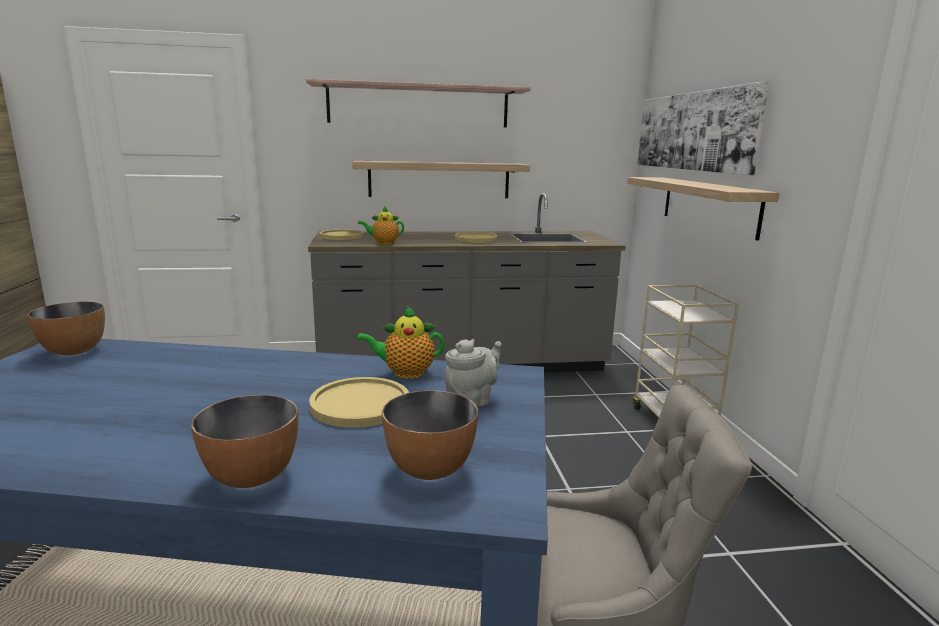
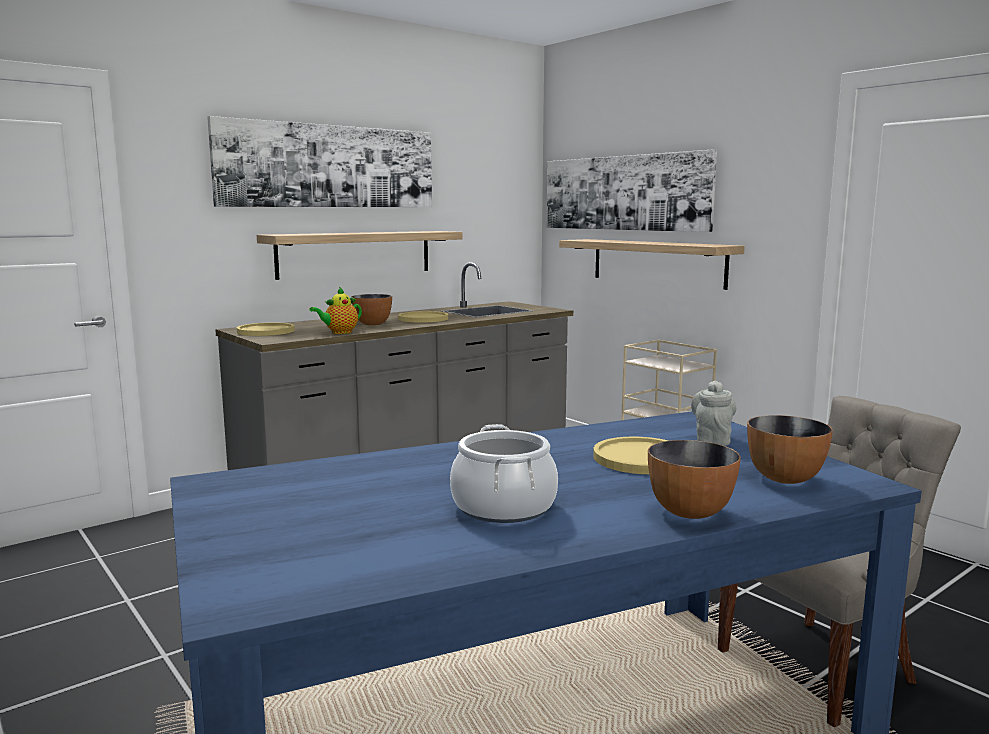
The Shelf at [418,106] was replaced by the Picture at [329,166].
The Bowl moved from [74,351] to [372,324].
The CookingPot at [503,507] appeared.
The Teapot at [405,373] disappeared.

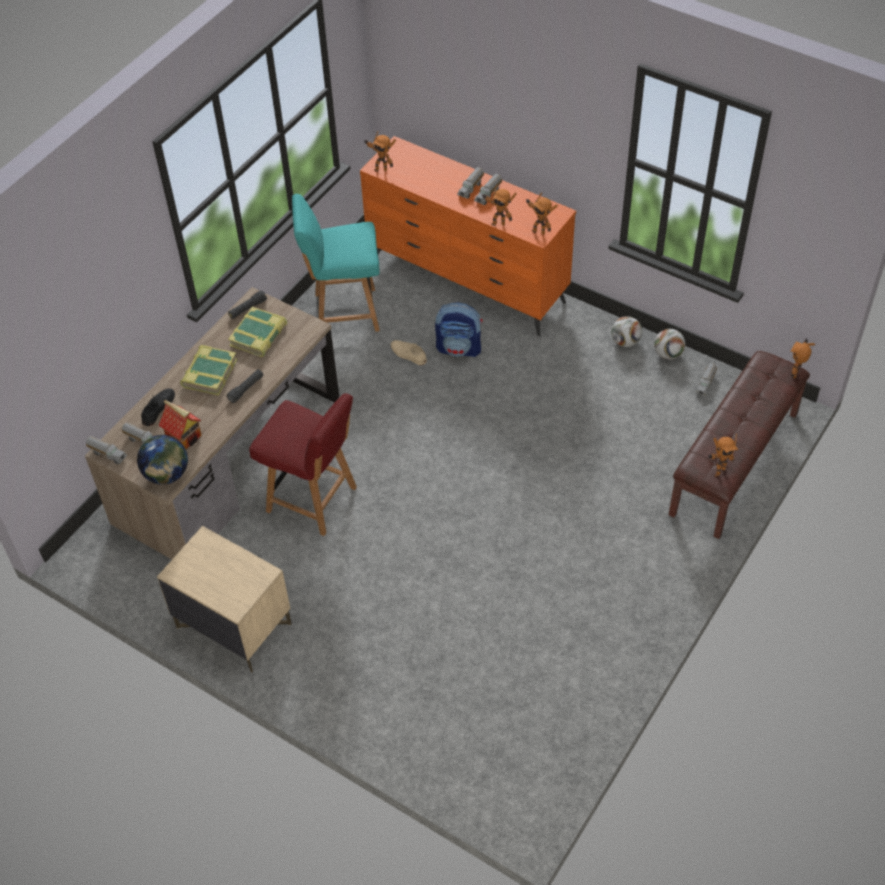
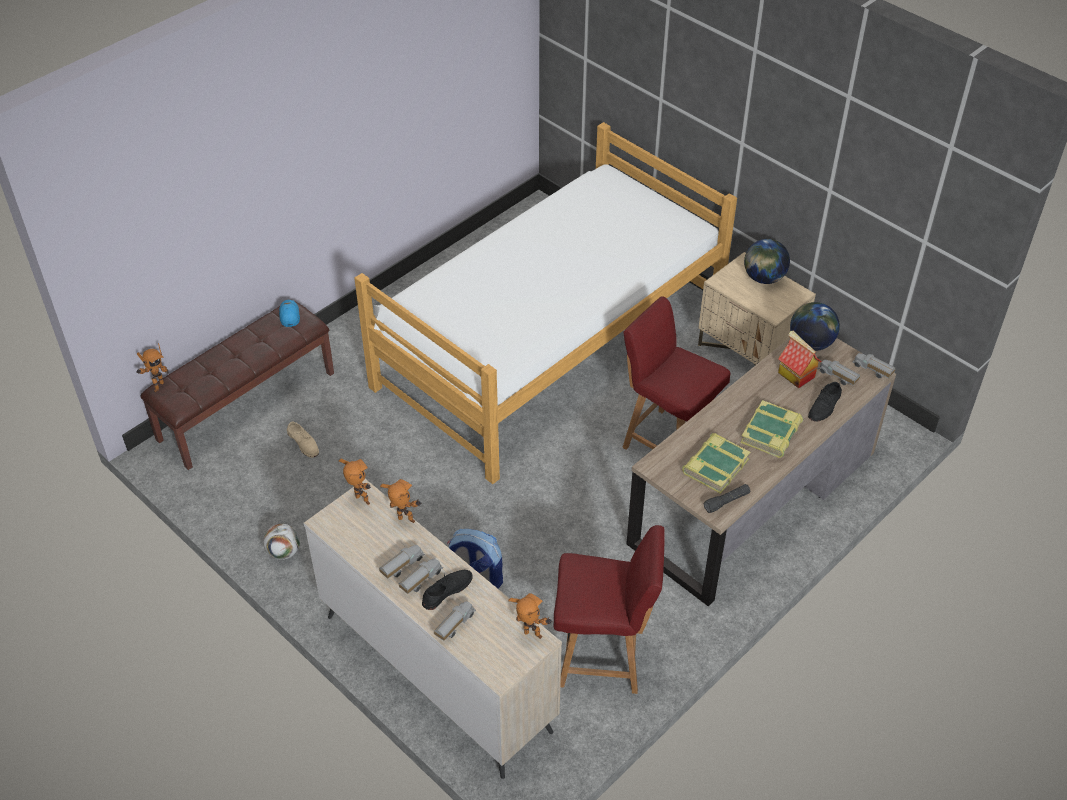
The ToyRobot at [718,471] was replaced by the BlueCap at [289,315].
The BeigeShoe moved from [408,354] to [303,443].
The OrangeDresser at [468,282] became the BeigeDresser at [437,671].
The Bed at [551,347] appeared.
The BlackShoe at [446,590] appeared.
The ToyTruck moved from [706,385] to [454,625].
The TurquoiseChair at [344,312] became the RedChair at [603,657].
The Globe at [763,278] appeared.
The BlackFlashlight at [246,389] disappeared.
The Football at [668,354] disappeared.

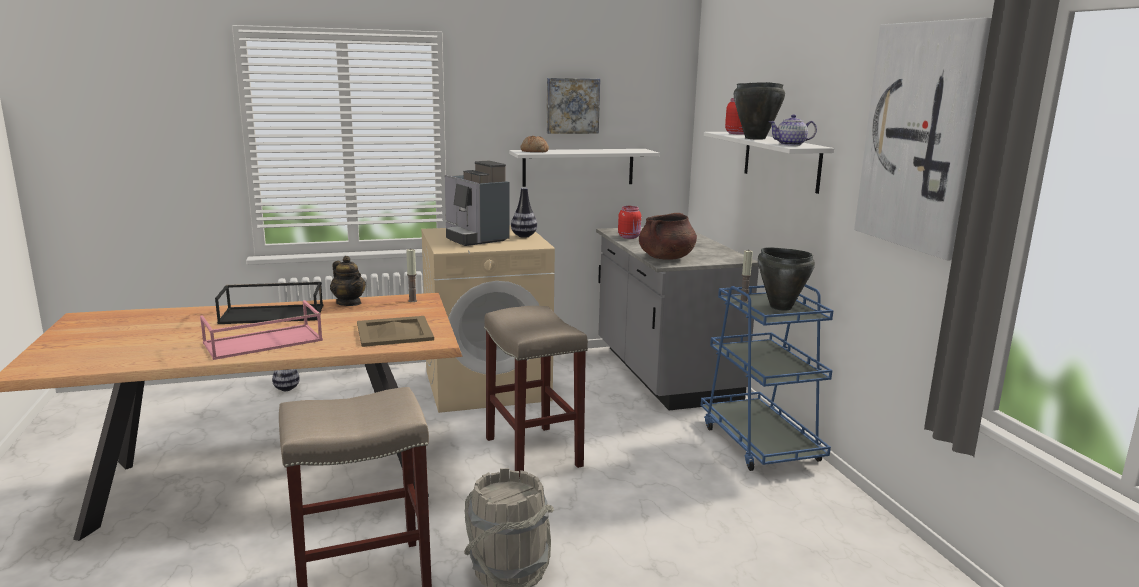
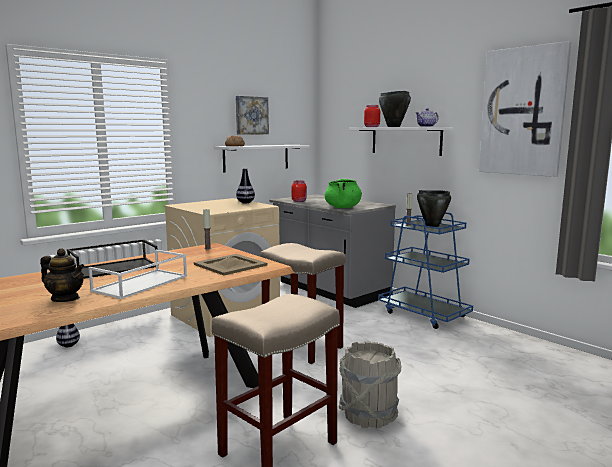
The Teapot moved from [349,303] to [65,299].
The PinkTray at [262,342] became the WhiteTray at [141,284].
The BrownCookingPot at [666,258] became the GreenCookingPot at [343,207].
The CoffeeMachine at [474,238] disappeared.

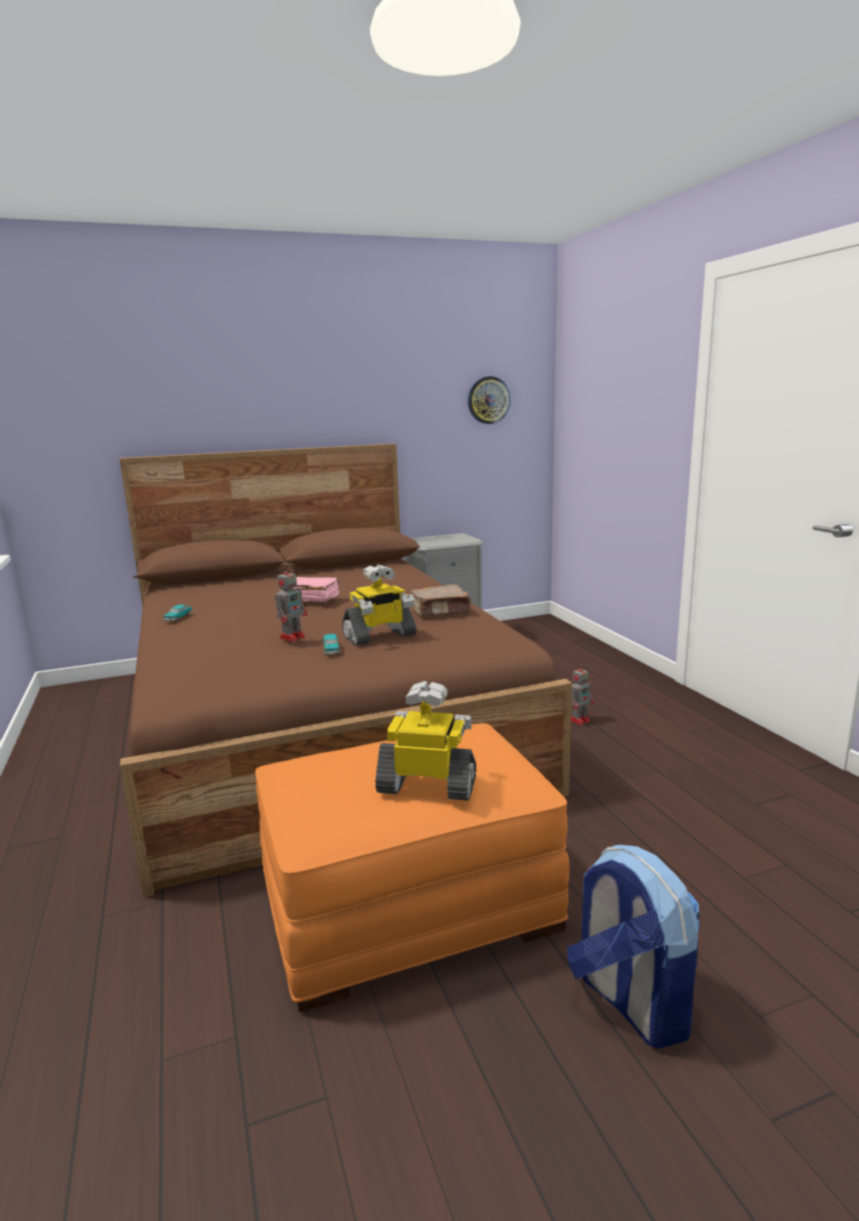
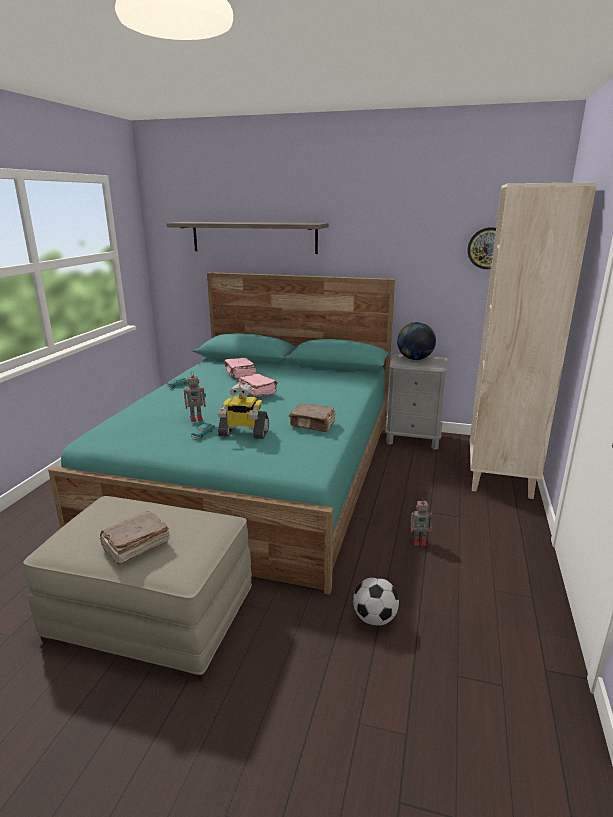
The OrangeOttoman at [409,904] became the BeigeOttoman at [153,614].
The BrownBed at [319,721] became the TurquoiseBed at [258,474].
The ToyRobot at [428,785] was replaced by the BrownBook at [135,546].
The Shelf at [254,237] appeared.
The PinkBook at [239,374] appeared.
The Football at [375,618] appeared.
The Globe at [414,359] appeared.
The BeigeBookcase at [500,478] appeared.
The Backpack at [629,1001] disappeared.

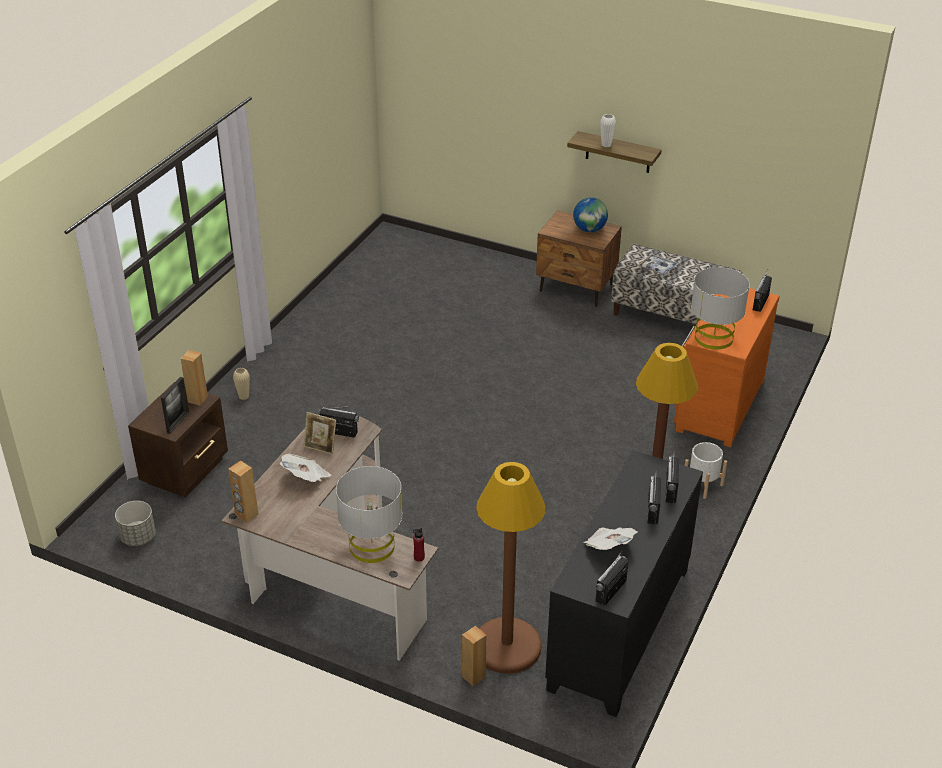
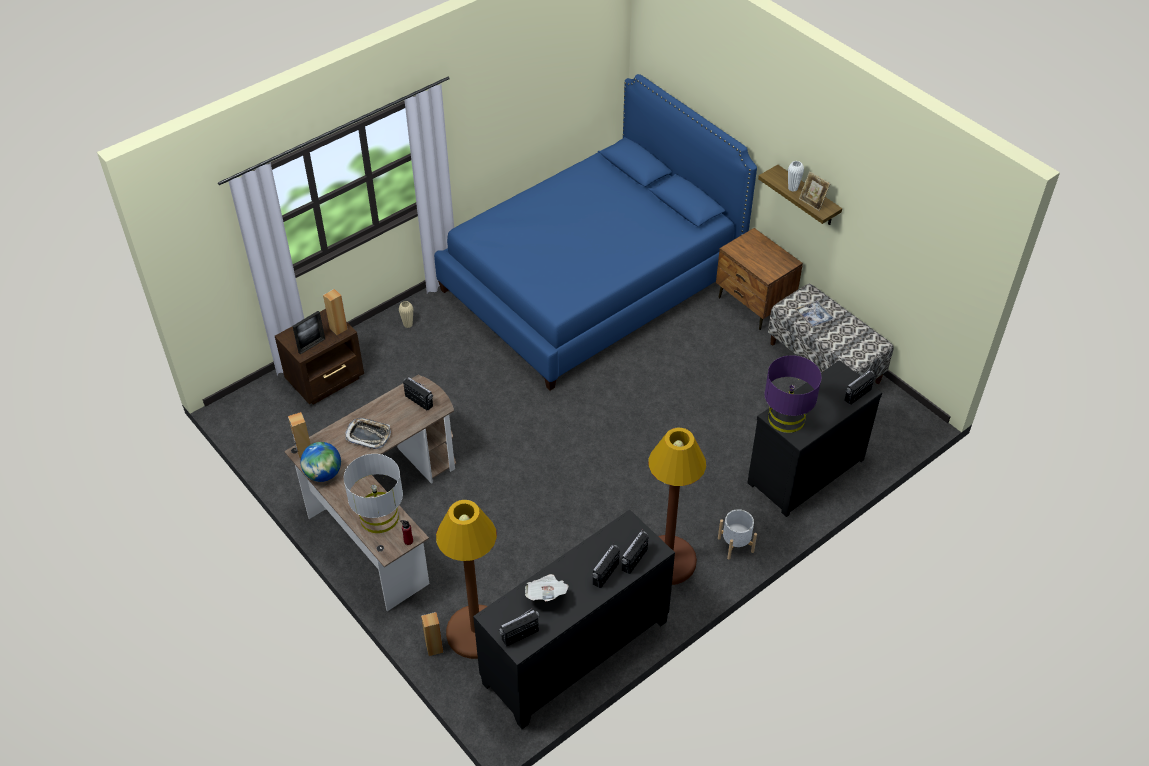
The Globe moved from [589,229] to [323,474].
The Newspaper at [306,477] was replaced by the Tray at [368,435].
The BlueBed at [592,282] appeared.
The OrangeDresser at [717,405] became the BlackDresser at [803,469].
The GreyTableLamp at [714,338] became the PurpleTableLamp at [786,418].
The PictureFrame moved from [321,447] to [812,203].
The GreyPlanter at [138,537] disappeared.

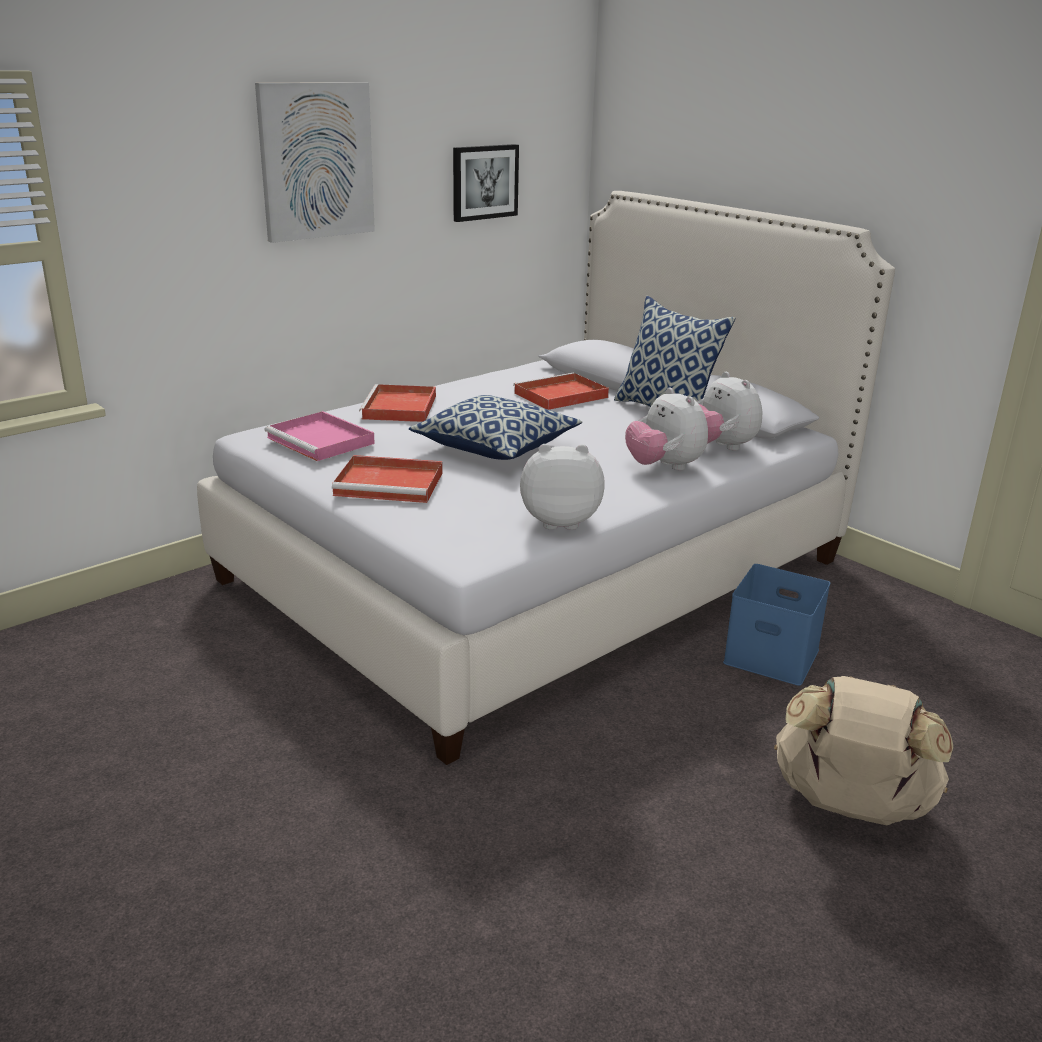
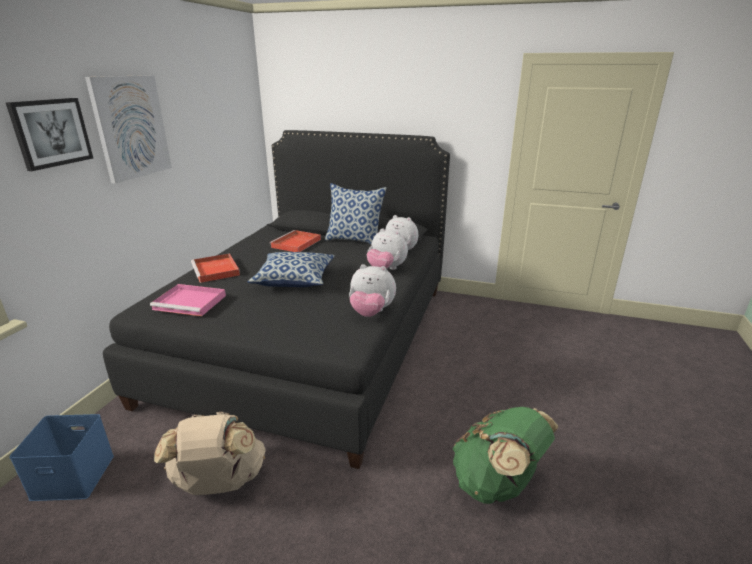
The Picture moved from [484,182] to [51,132].
The BlueStorageBox moved from [773,655] to [75,475].
The WhiteBed at [536,569] became the BlackBed at [312,339].
The BeigeBackpack moved from [849,807] to [219,483].
The PlushToy at [559,521] turned 135 degrees counterclockwise.
The GreenBackpack at [496,484] appeared.
The RedTray at [391,484] disappeared.

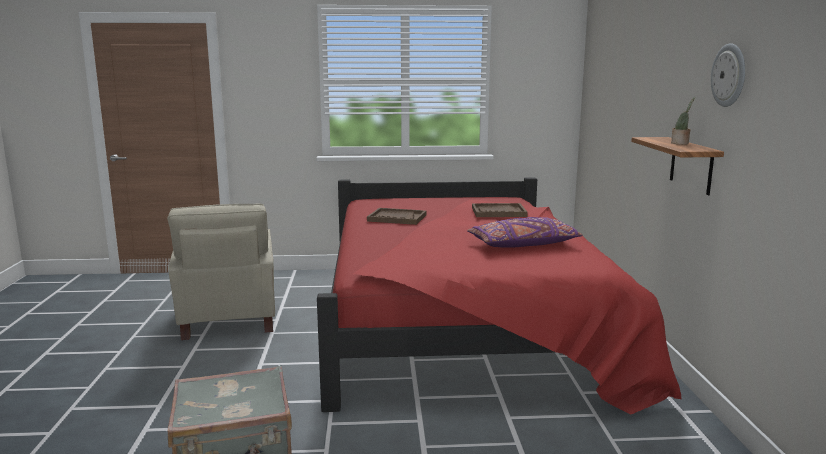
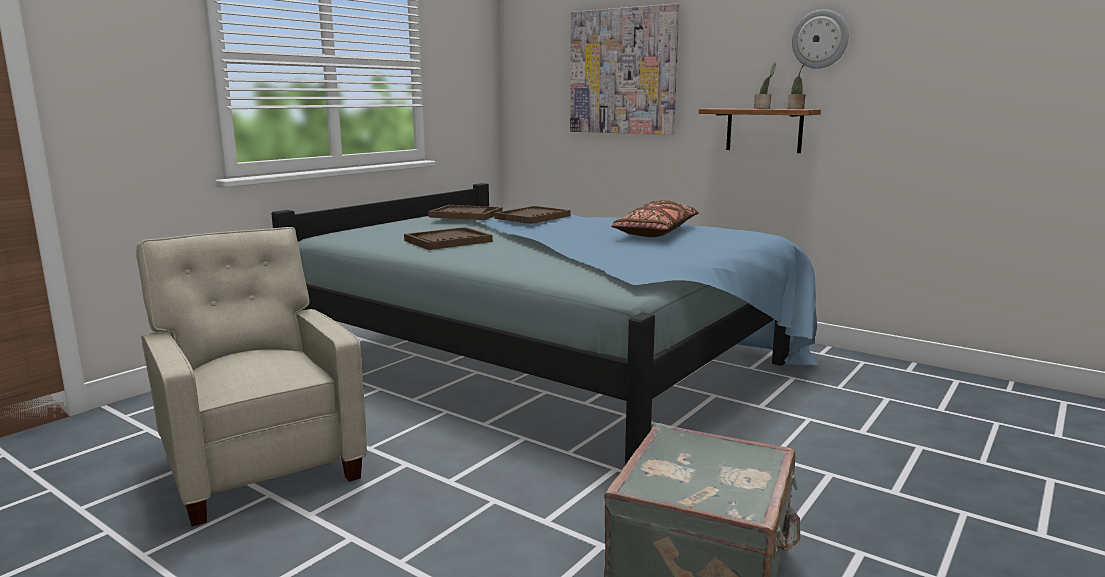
The BeigeArmchair at [228,320] turned 150 degrees counterclockwise.
The RedBed at [465,327] became the BlueBed at [555,359].
The BrownTray at [466,215] appeared.
The Picture at [623,71] appeared.
The PurplePillow at [523,244] became the BrownPillow at [656,233].
The PottedPlant at [796,109] appeared.

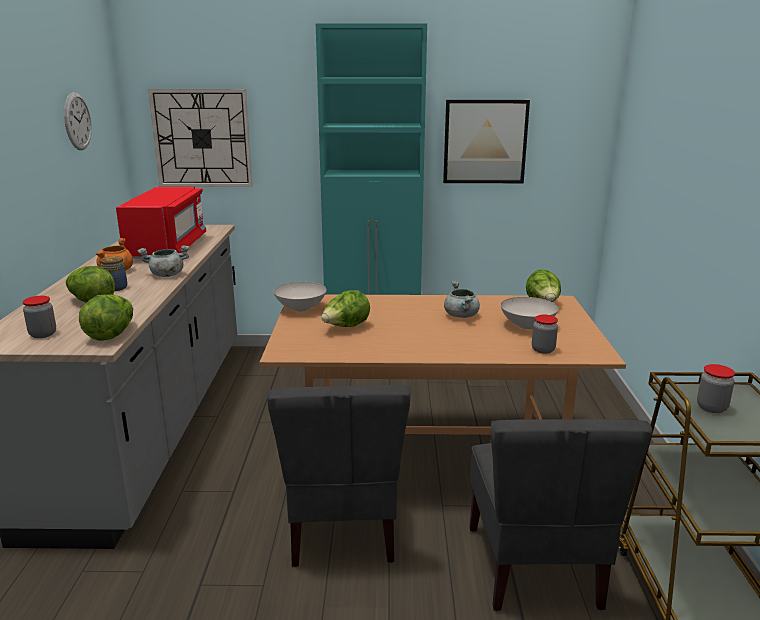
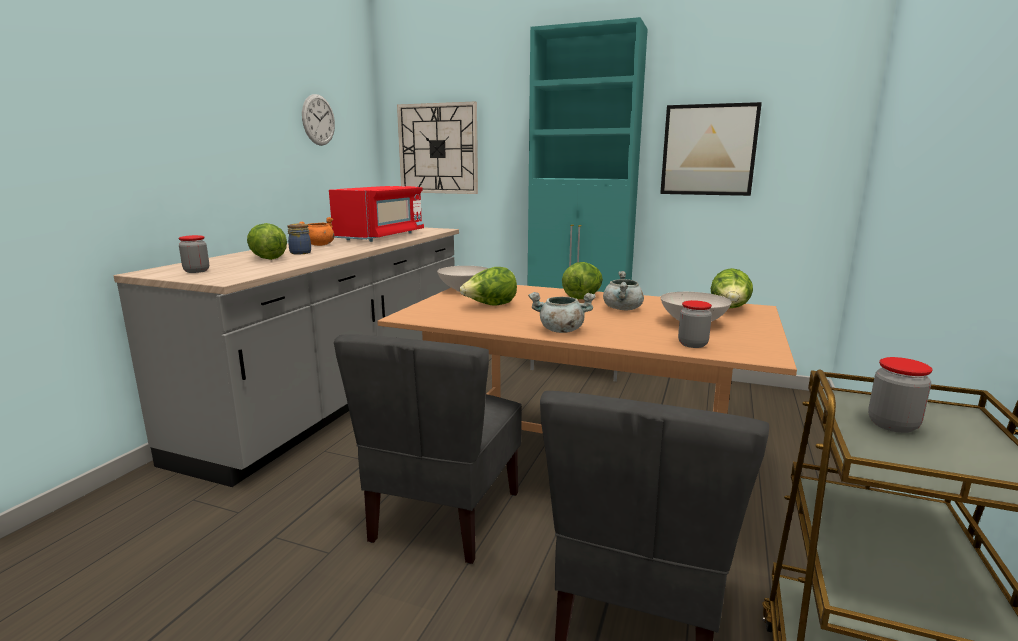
The GreyCookingPot moved from [166,275] to [560,330].
The Lettuce moved from [111,334] to [582,297].

